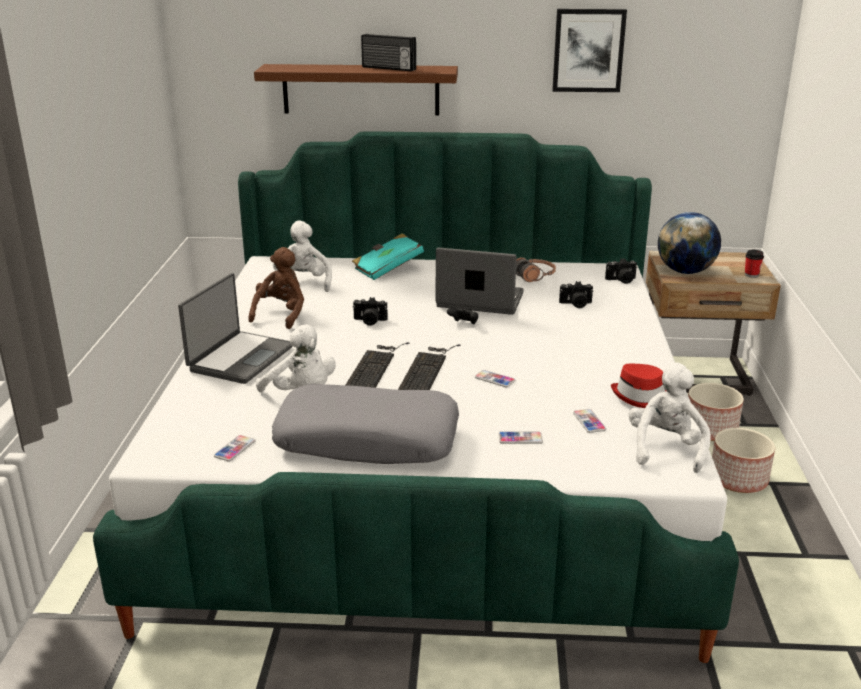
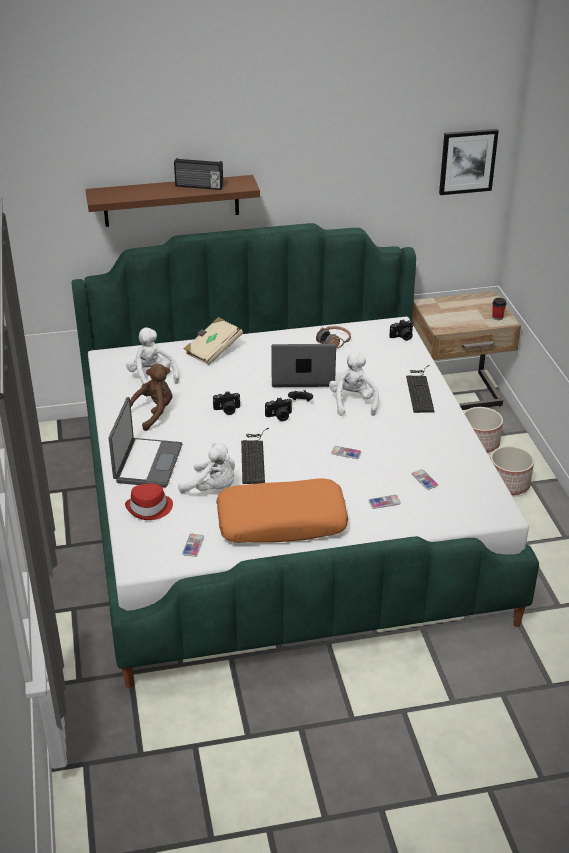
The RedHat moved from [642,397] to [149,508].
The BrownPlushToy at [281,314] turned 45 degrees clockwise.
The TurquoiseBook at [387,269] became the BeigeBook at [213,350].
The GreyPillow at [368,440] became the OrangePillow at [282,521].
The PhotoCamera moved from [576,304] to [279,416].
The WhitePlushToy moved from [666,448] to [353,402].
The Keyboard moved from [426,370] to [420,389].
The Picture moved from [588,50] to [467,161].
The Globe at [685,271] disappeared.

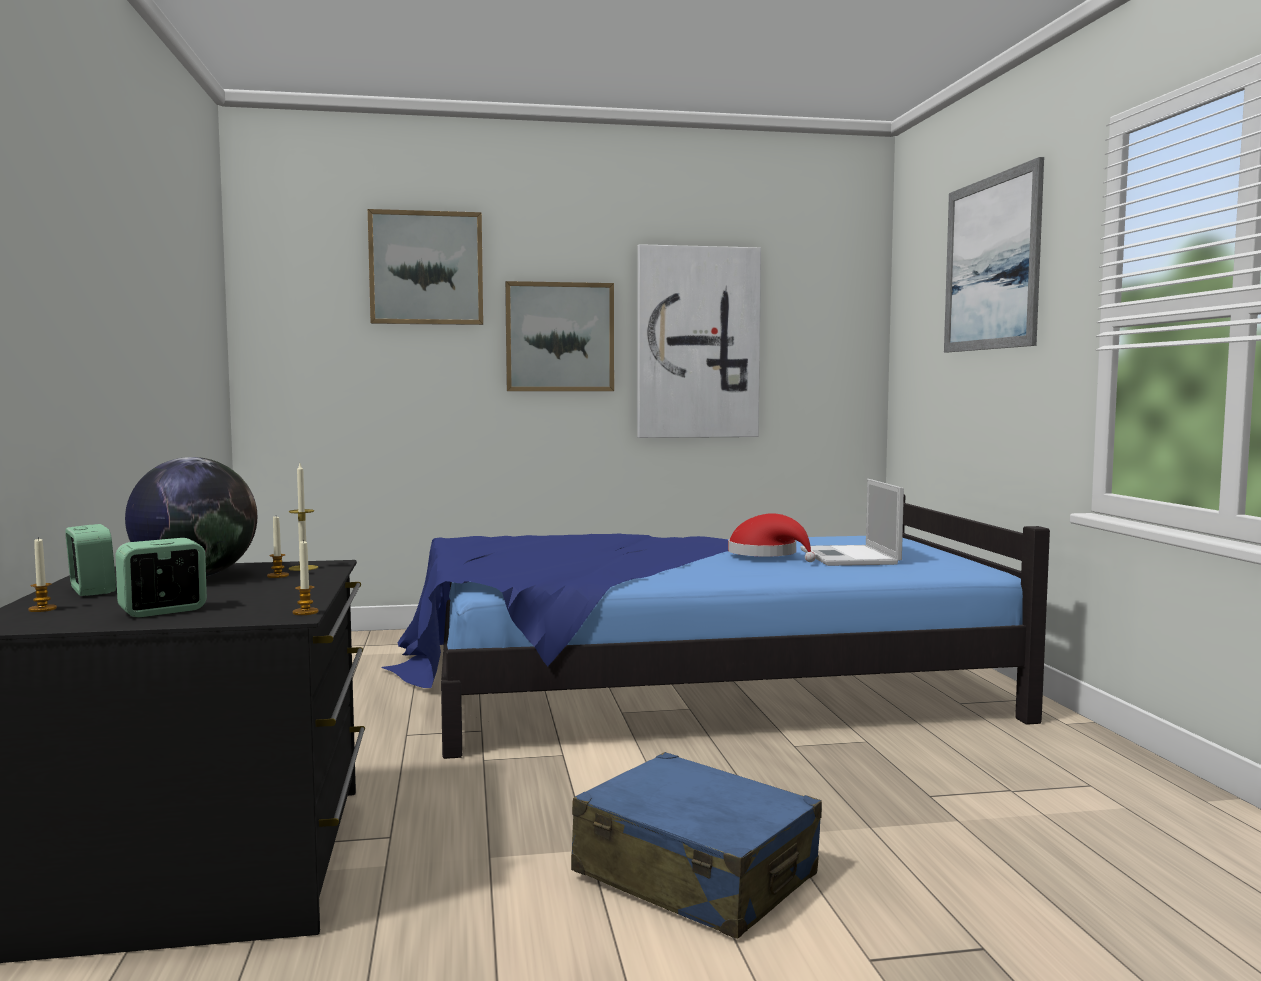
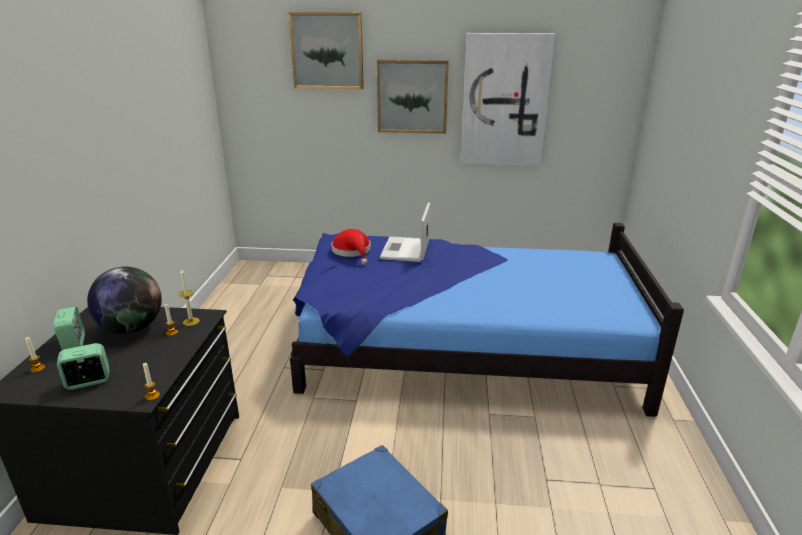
The RedHat moved from [767,554] to [352,251].
The Laptop moved from [850,557] to [405,250].
The Picture at [991,263] disappeared.

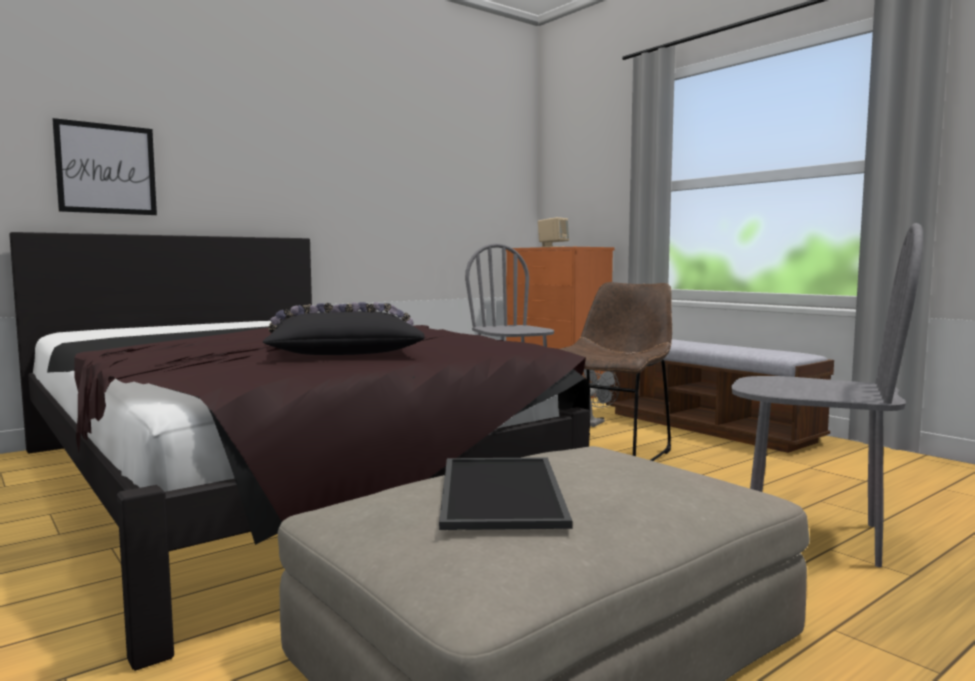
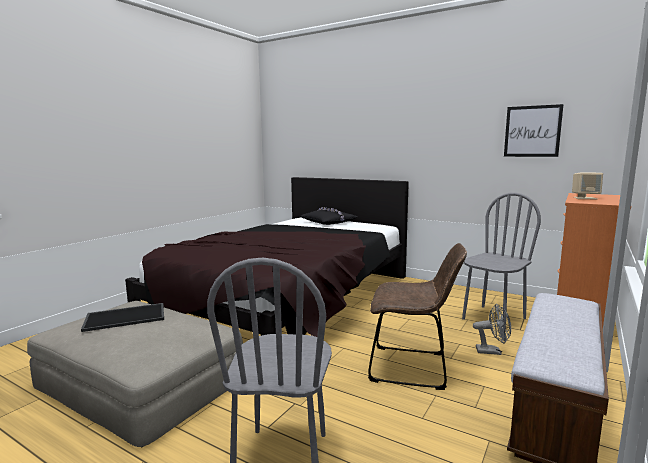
The BlackPillow moved from [342,351] to [329,222].
The Picture moved from [106,169] to [532,131].

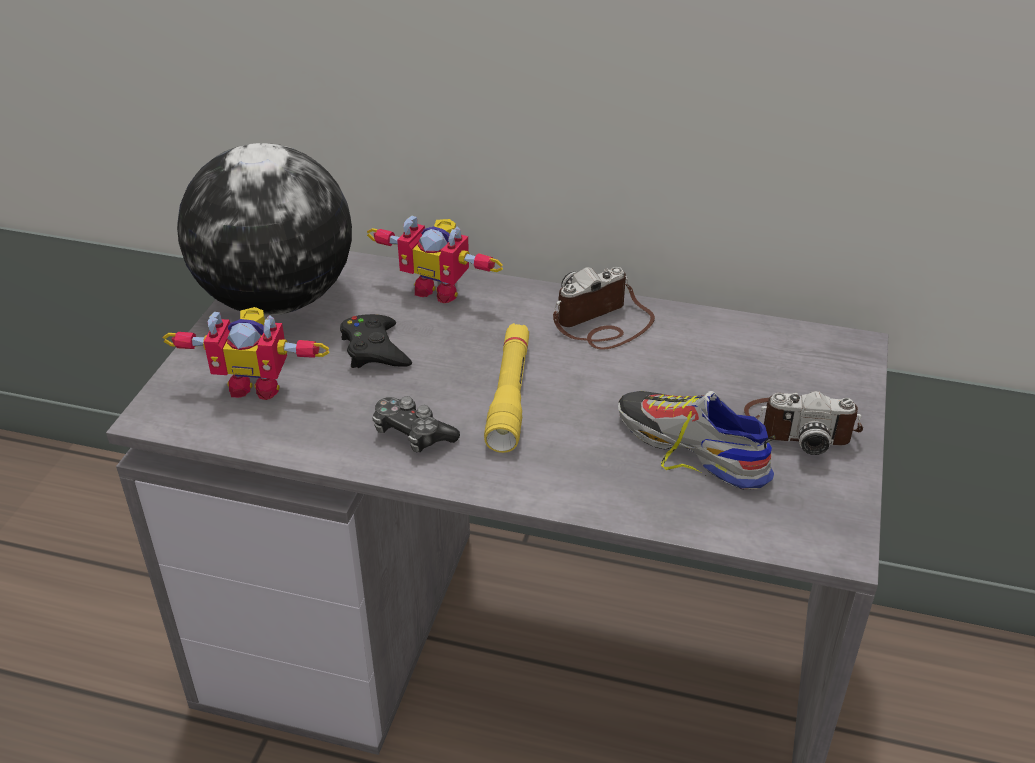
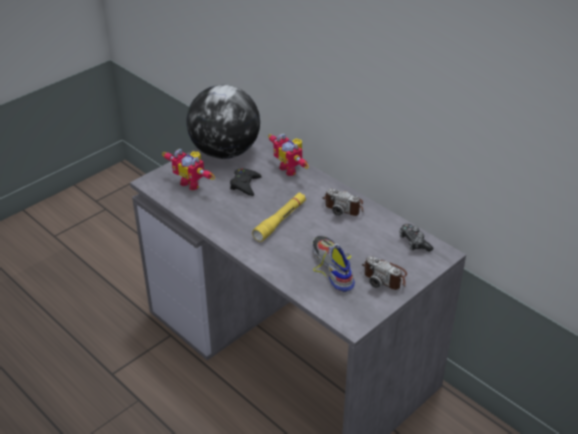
The PhotoCamera at [603,323] turned 150 degrees counterclockwise.
The GameController moved from [412,434] to [414,242].

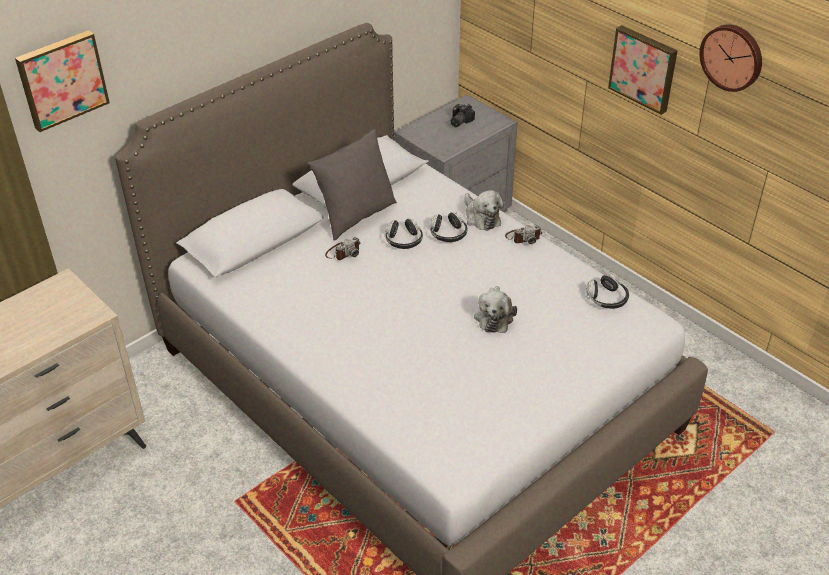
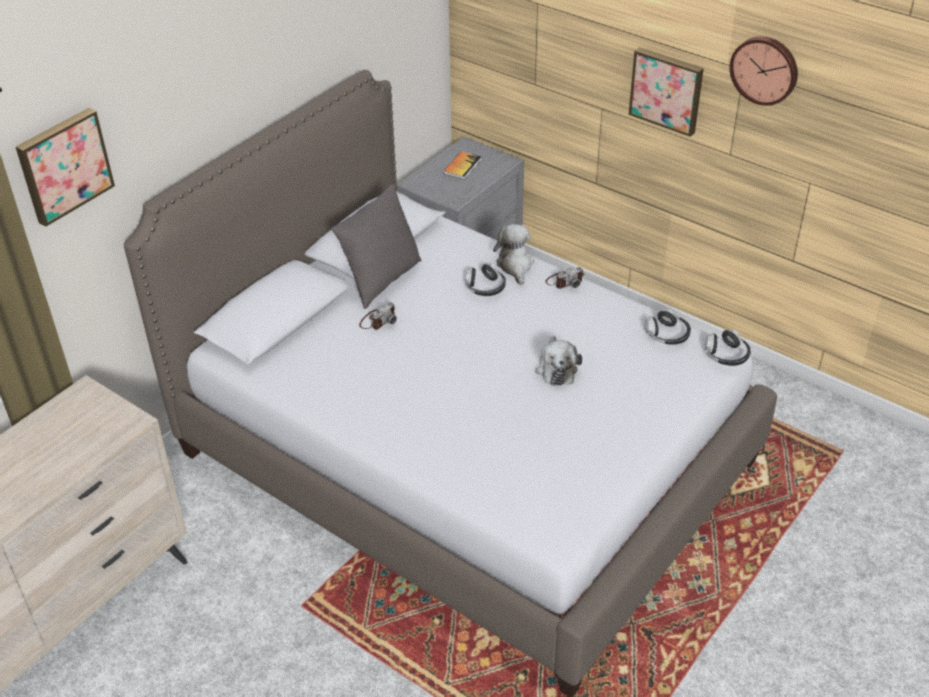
The PhotoCamera at [459,121] was replaced by the Book at [462,166].
The PlushToy at [481,217] turned 150 degrees counterclockwise.
The Headphones moved from [404,241] to [726,355].

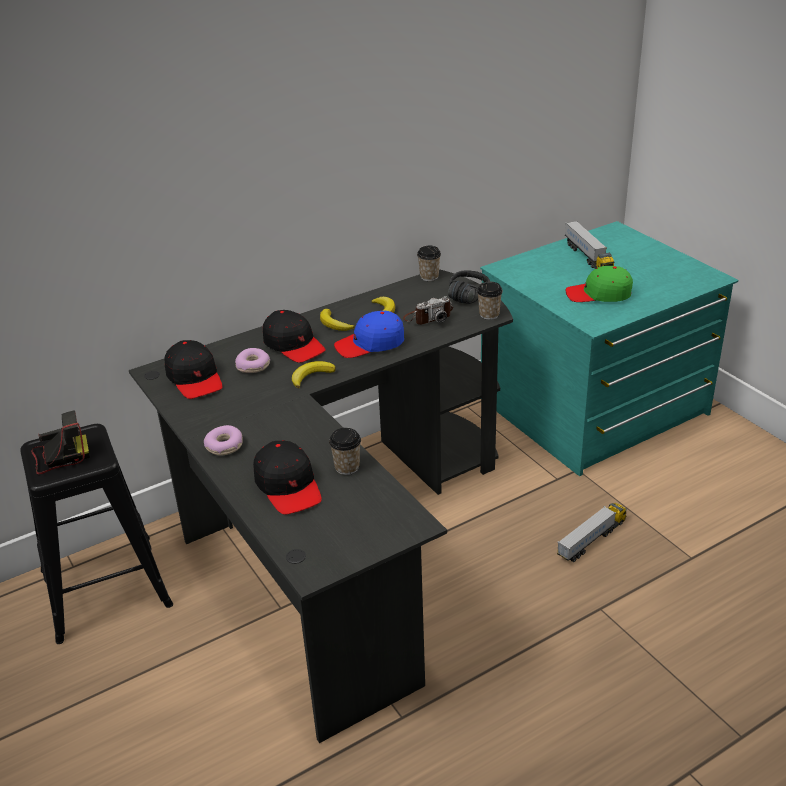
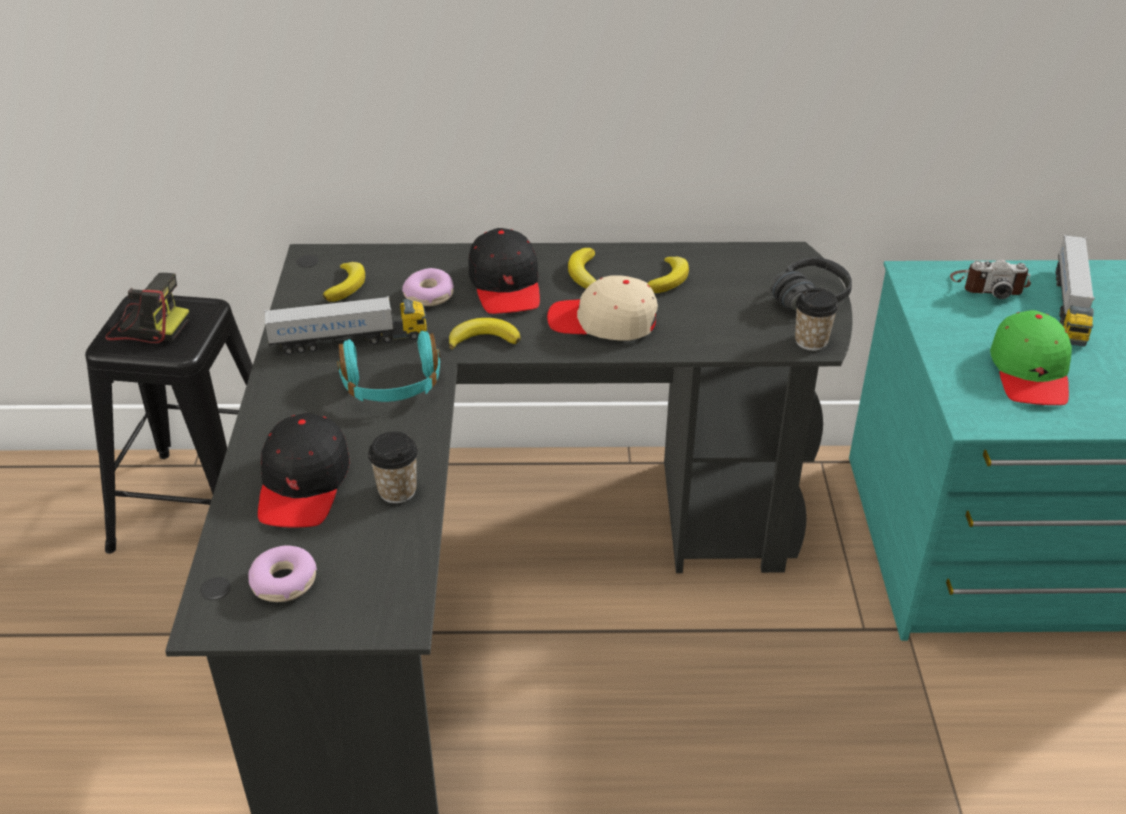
The Donut moved from [224,446] to [284,582].
The ToyTruck moved from [592,540] to [349,341].
The BlackCap at [195,378] was replaced by the Banana at [347,285].
The TurquoiseHeadphones at [392,386] appeared.
The BlueCap at [370,344] became the BeigeCap at [603,322].
The PhotoCamera moved from [428,317] to [988,285].
The GreenCap at [599,294] turned 120 degrees counterclockwise.
The Cup at [429,277] disappeared.

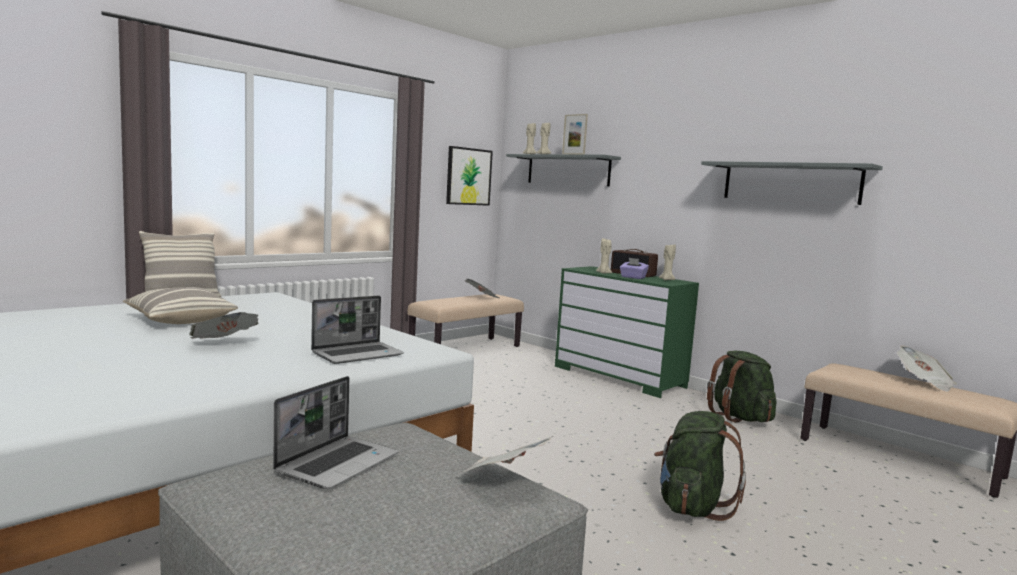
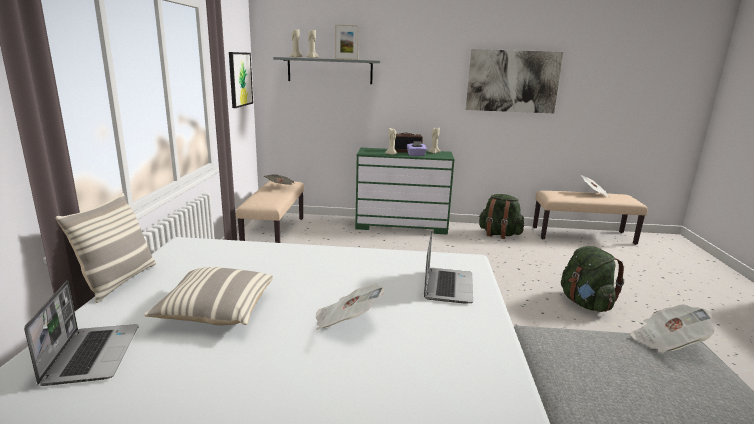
The Laptop moved from [338,463] to [92,354].
The GreyShelf at [790,182] was replaced by the Picture at [512,81].

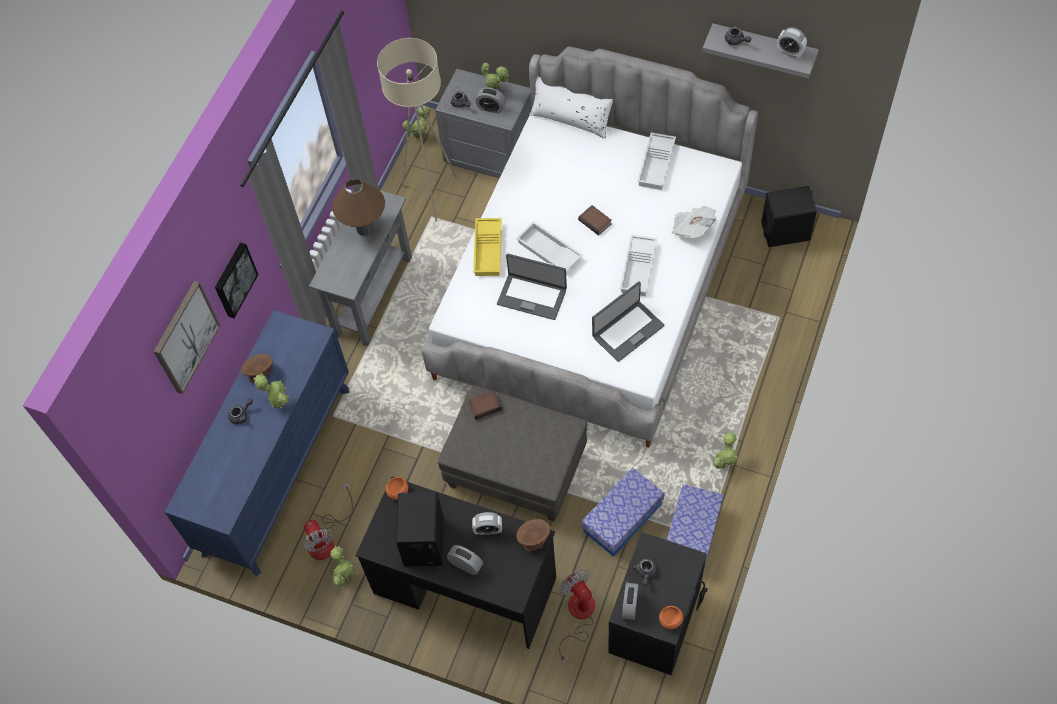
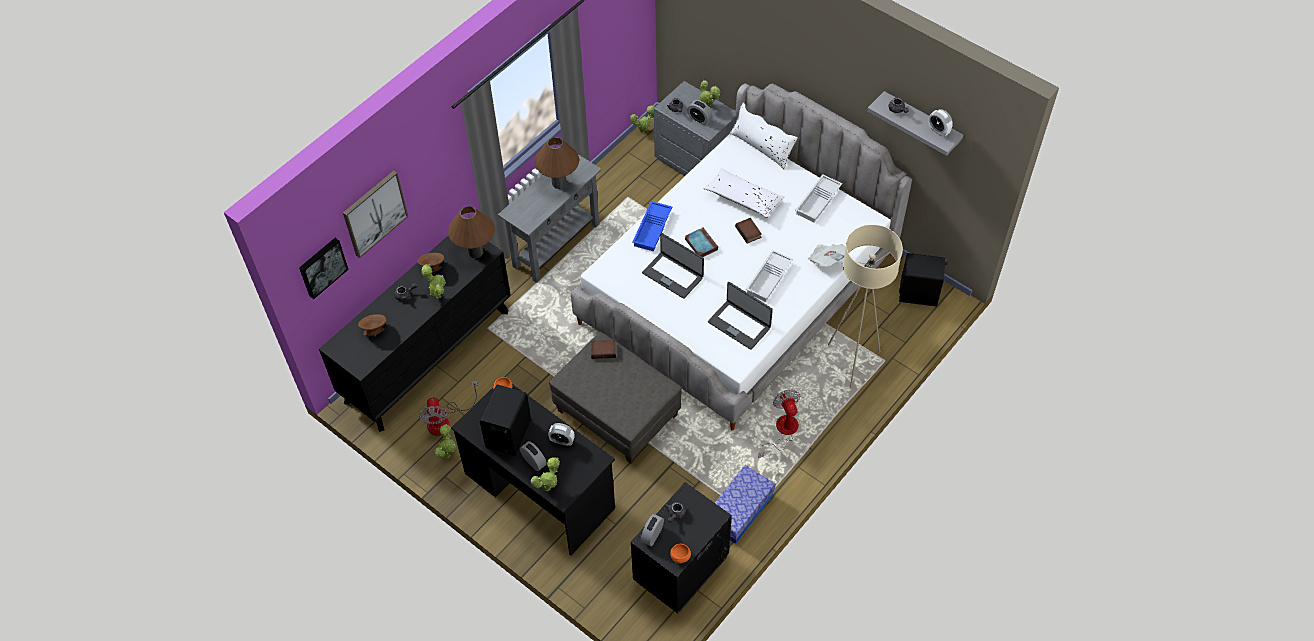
The Picture moved from [234,279] to [322,267].
The BlueDresser at [277,469] became the BlackDresser at [428,355].
The BrownBowl moved from [533,539] to [374,330].
The BrownTableLamp at [475,252] appeared.
The PottedPlant moved from [723,464] to [548,487].
The YellowTray at [489,250] became the BlueTray at [653,229].
The WhiteTray at [548,251] was replaced by the Book at [700,244].
The WhitePillow at [743,198] appeared.
The Laptop at [627,331] turned 60 degrees clockwise.
The Fan moved from [578,616] to [782,432].
The BeigeFloorLamp moved from [431,195] to [852,362].
The StorageBox at [622,518] disappeared.

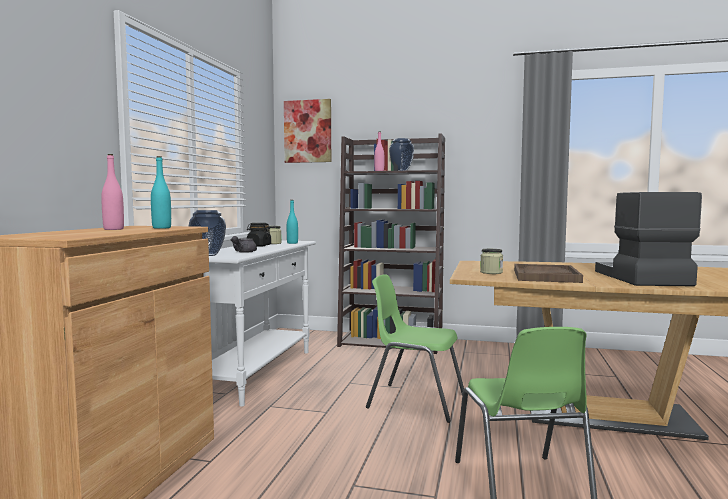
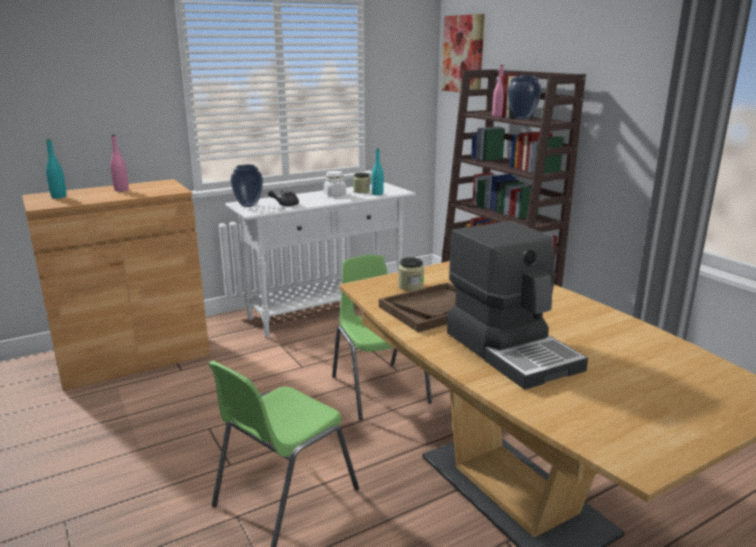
The TurquoiseBottle moved from [161,228] to [59,197].
The BlackJar at [258,246] became the WhiteJar at [334,194].
The CoffeeMachine at [640,278] turned 105 degrees clockwise.

